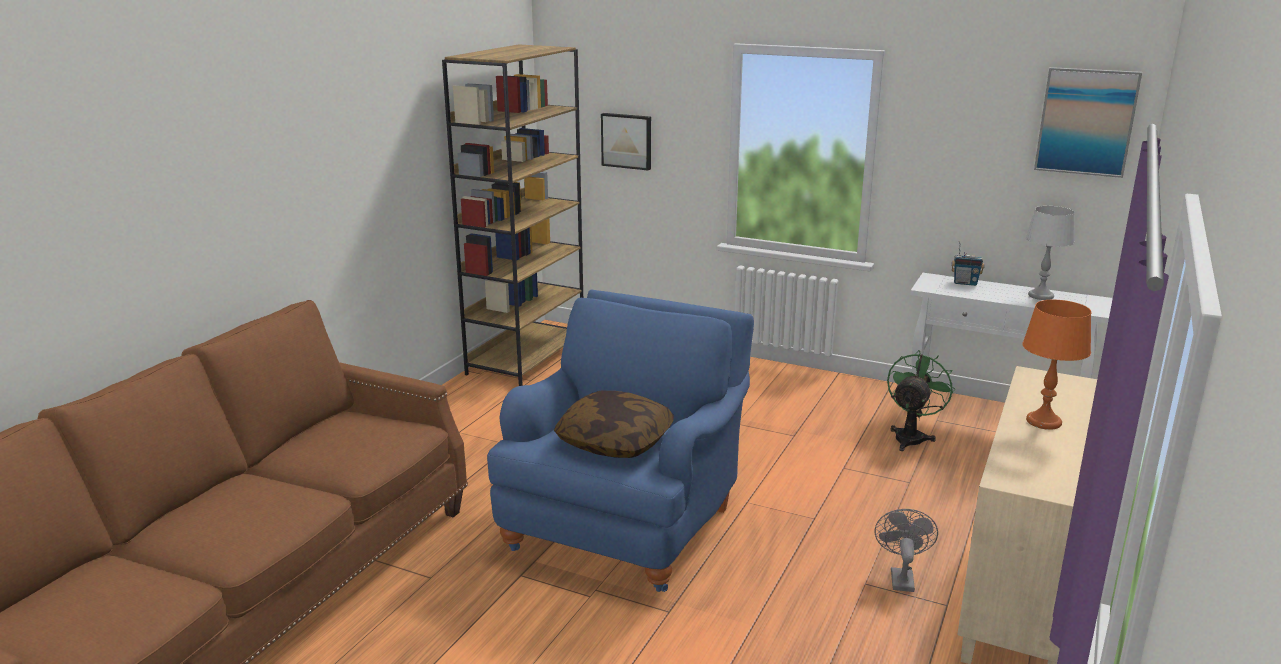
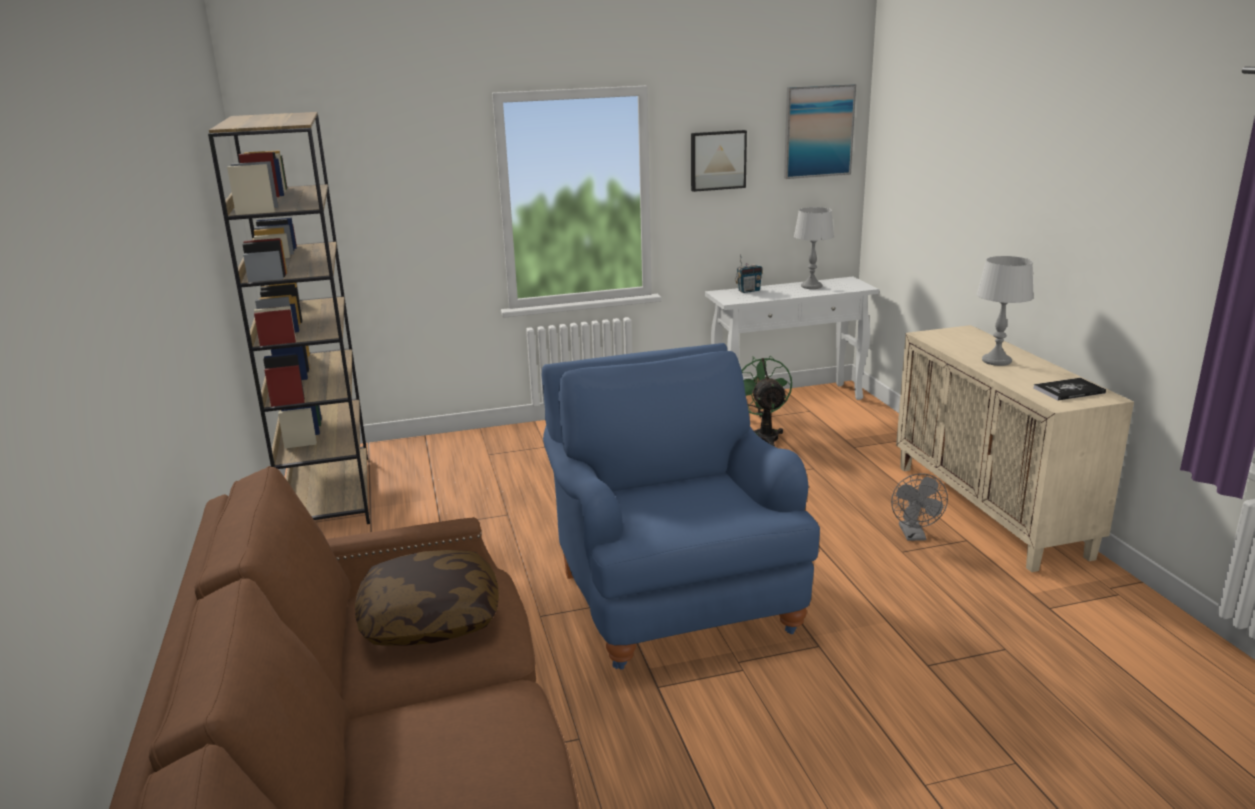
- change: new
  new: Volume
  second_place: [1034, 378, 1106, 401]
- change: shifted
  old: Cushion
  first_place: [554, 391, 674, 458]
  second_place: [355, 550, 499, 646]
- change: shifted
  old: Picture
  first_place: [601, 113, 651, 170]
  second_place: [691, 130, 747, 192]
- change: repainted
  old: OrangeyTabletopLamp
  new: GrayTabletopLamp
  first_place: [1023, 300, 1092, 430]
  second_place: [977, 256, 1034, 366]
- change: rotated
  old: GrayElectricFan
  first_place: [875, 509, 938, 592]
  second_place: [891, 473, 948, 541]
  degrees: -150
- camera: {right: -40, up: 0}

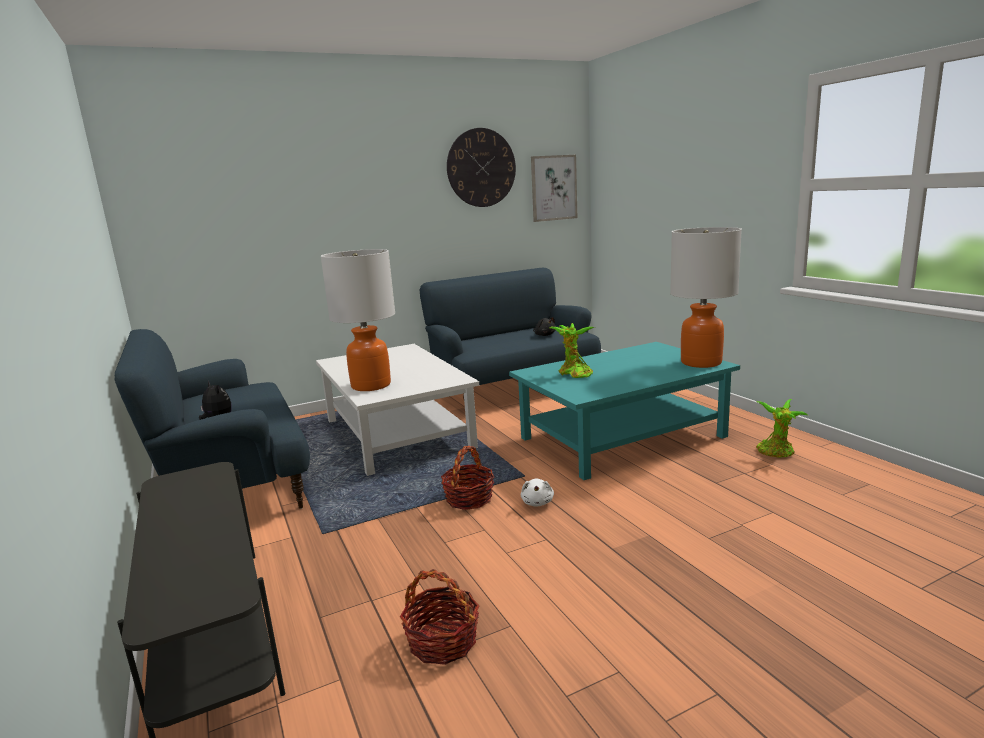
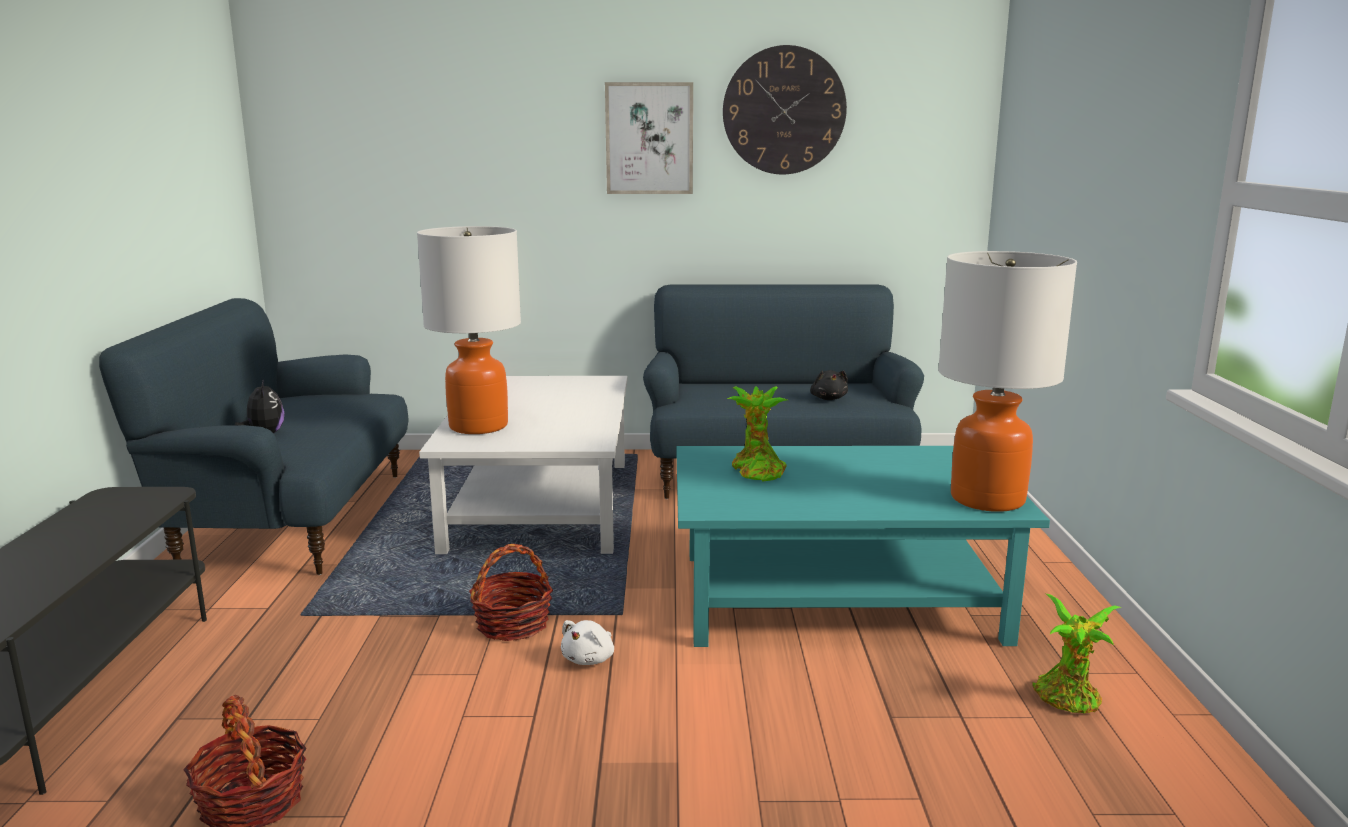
- change: shifted
  old: Picture
  first_place: [531, 155, 577, 222]
  second_place: [605, 82, 693, 194]
- camera: {right: 25, up: 0}

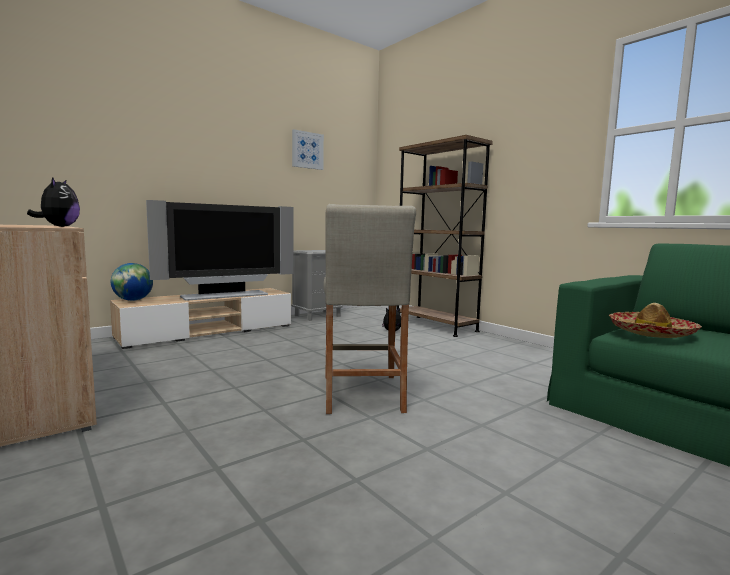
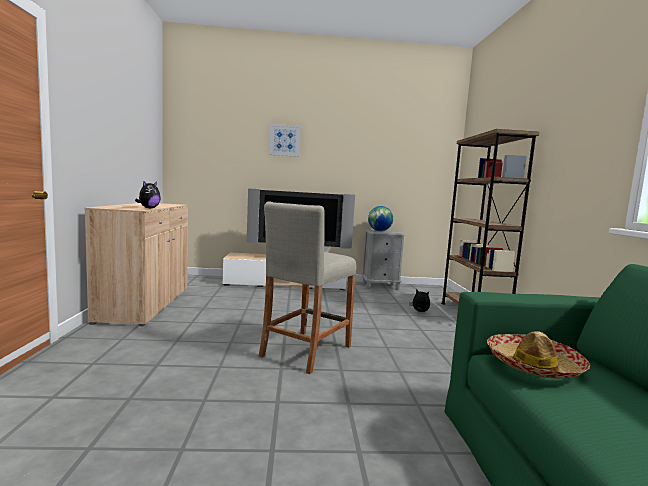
- change: shifted
  old: Globe
  first_place: [111, 263, 153, 301]
  second_place: [368, 206, 393, 231]
- change: shifted
  old: Picture
  first_place: [292, 129, 324, 170]
  second_place: [269, 124, 301, 157]
- camera: {right: 35, up: 0}

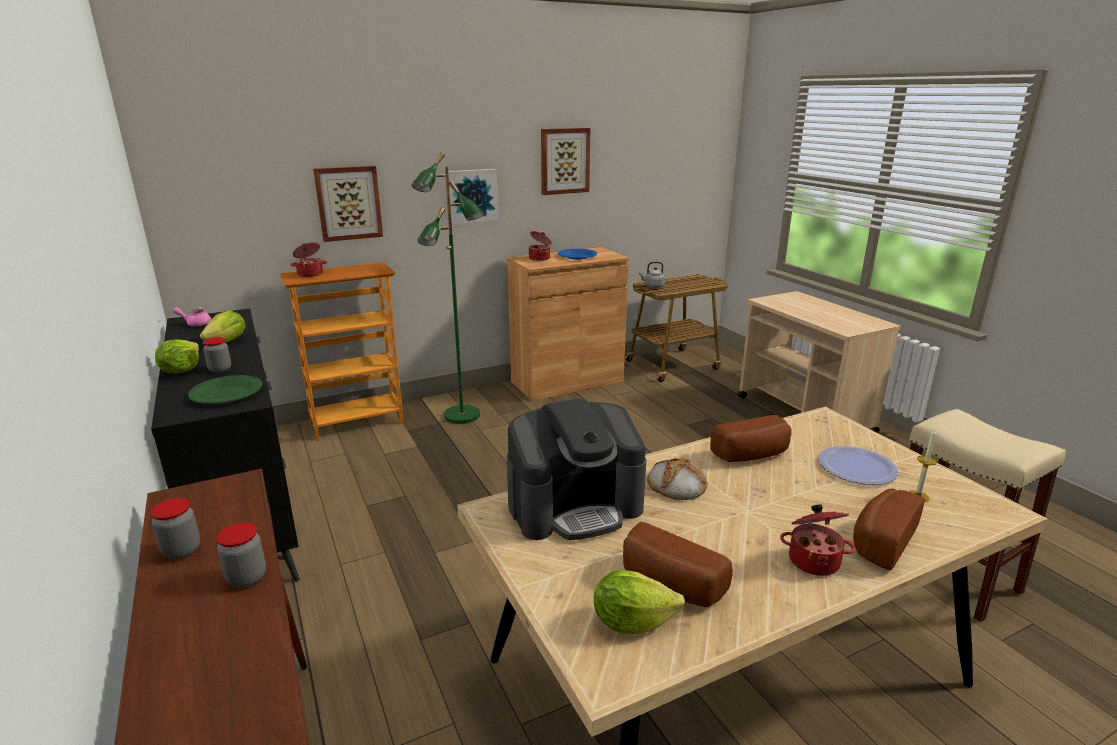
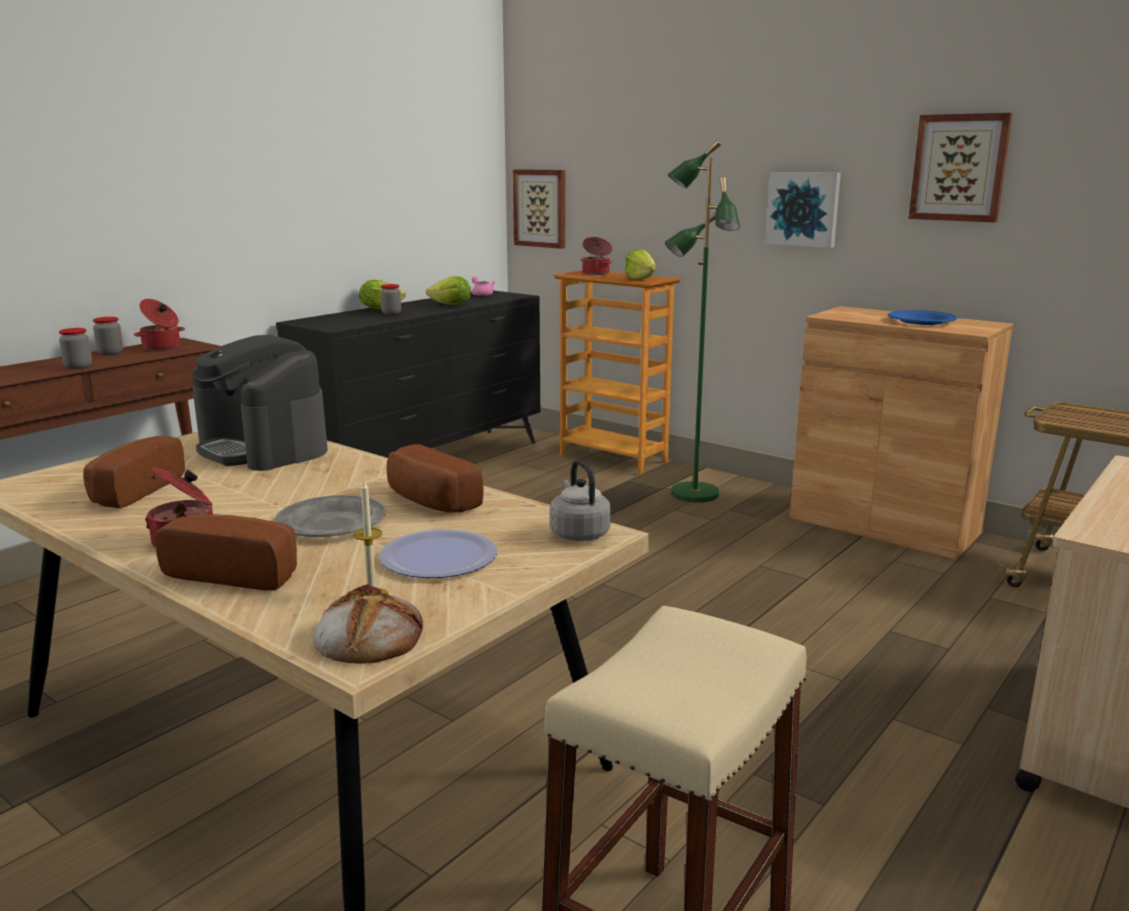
- change: gone
  old: GreenColouredDinnerPlate
  first_place: [188, 375, 262, 404]
- change: new
  new: GrayDinnerPlate
  second_place: [275, 495, 386, 537]
- change: shifted
  old: Picture
  first_place: [313, 166, 383, 242]
  second_place: [513, 169, 565, 249]
- change: shifted
  old: Stockpot
  first_place: [528, 231, 551, 261]
  second_place: [134, 299, 185, 351]
- change: shifted
  old: Lettuce
  first_place: [594, 570, 685, 634]
  second_place: [624, 249, 656, 280]
- change: shifted
  old: GrayKettle
  first_place: [639, 262, 665, 288]
  second_place: [550, 460, 611, 541]
- change: shifted
  old: BakeryBread
  first_place: [647, 458, 707, 500]
  second_place: [313, 584, 423, 664]
- camera: {right: 65, up: -5}

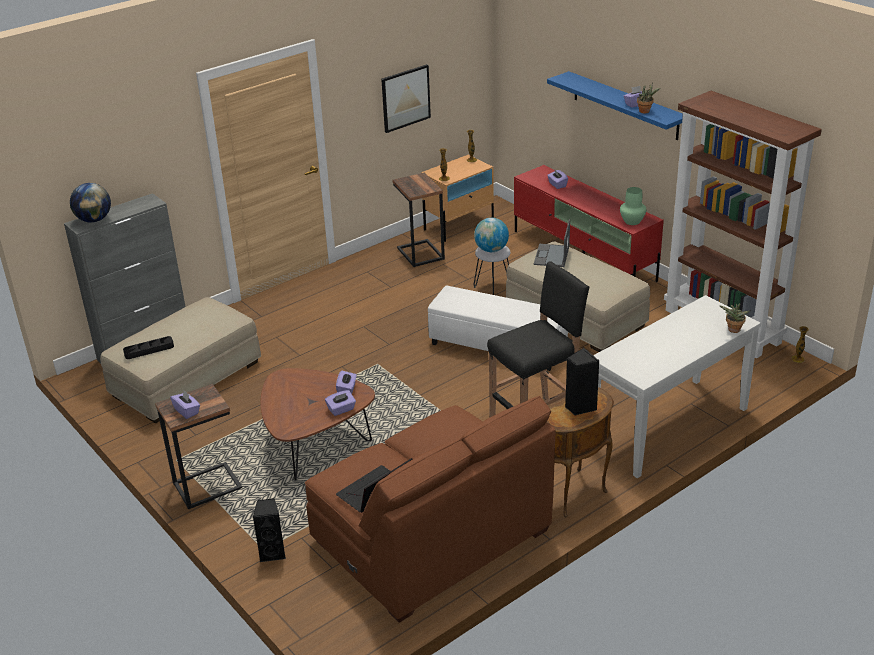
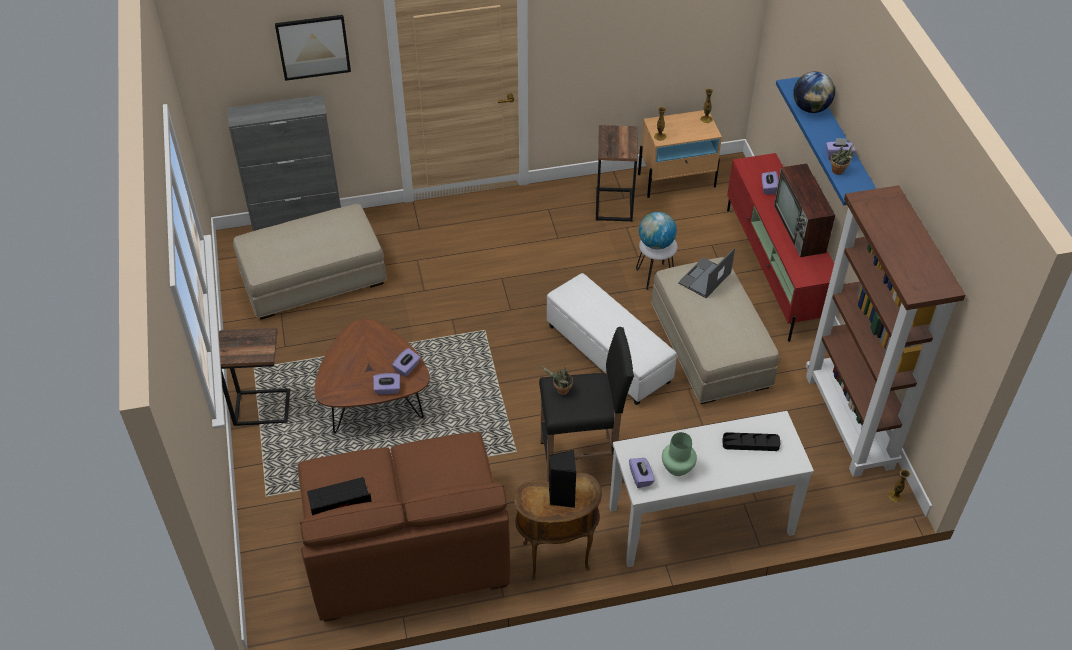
- change: gone
  old: BlackLoudspeaker
  first_place: [252, 498, 286, 562]
- change: new
  new: Television
  second_place: [774, 164, 835, 257]
- change: shifted
  old: Globe
  first_place: [70, 183, 111, 222]
  second_place: [793, 72, 835, 113]
- change: shifted
  old: BlackServingTray
  first_place: [123, 336, 174, 359]
  second_place: [722, 432, 780, 451]
- change: shifted
  old: PurplishBoxOfTissues
  first_place: [170, 391, 200, 419]
  second_place: [629, 458, 655, 488]
- change: shifted
  old: Picture
  first_place: [381, 64, 431, 133]
  second_place: [275, 15, 351, 81]
- change: shifted
  old: GreenColouredDecorativeVase
  first_place: [620, 187, 646, 225]
  second_place: [662, 432, 697, 476]
- change: shifted
  old: Houseplant
  first_place: [719, 303, 750, 333]
  second_place: [541, 366, 573, 395]
- camera: {right: 25, up: 15}

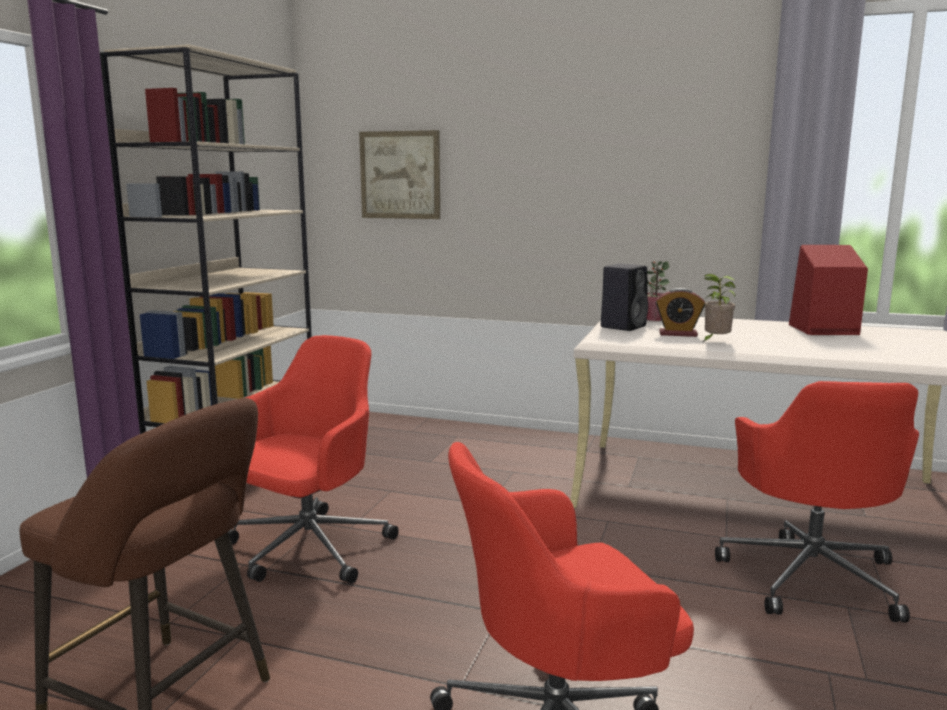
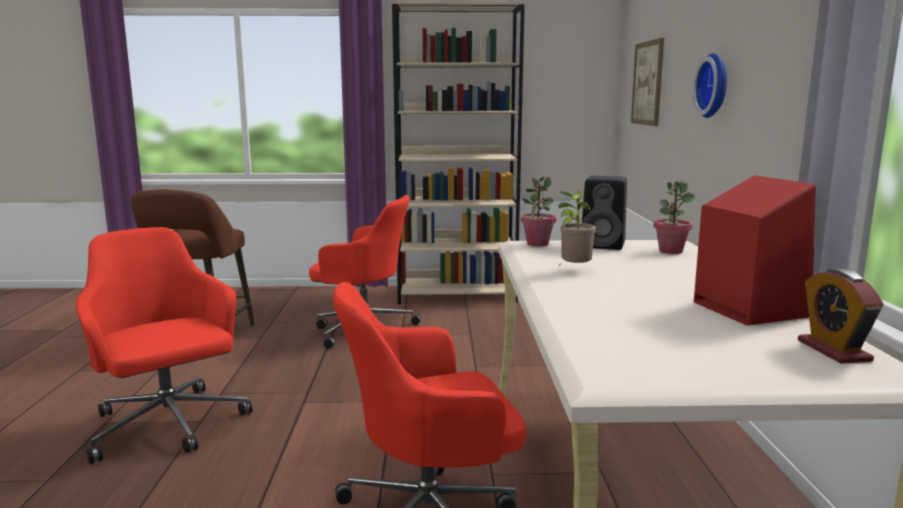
- change: new
  new: Houseplant
  second_place: [521, 177, 556, 246]
- change: new
  new: WallClock
  second_place: [693, 53, 727, 118]
- change: shifted
  old: TableClock
  first_place: [656, 288, 705, 337]
  second_place: [798, 268, 884, 364]
- camera: {right: 70, up: 0}

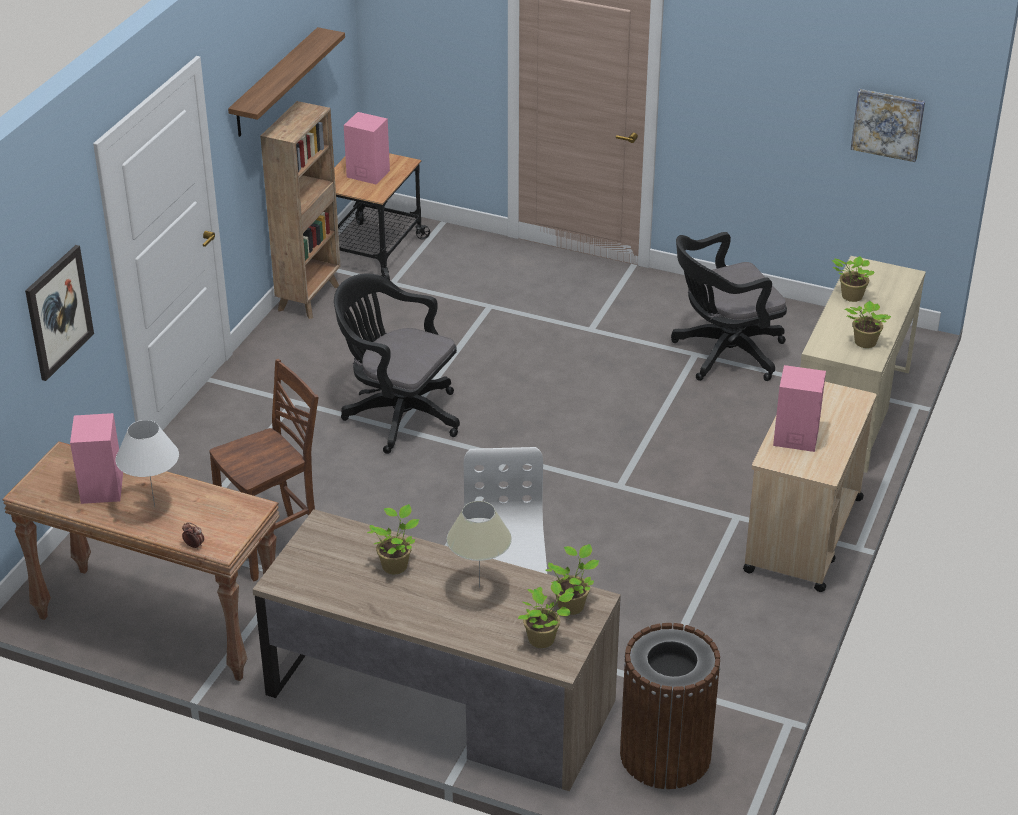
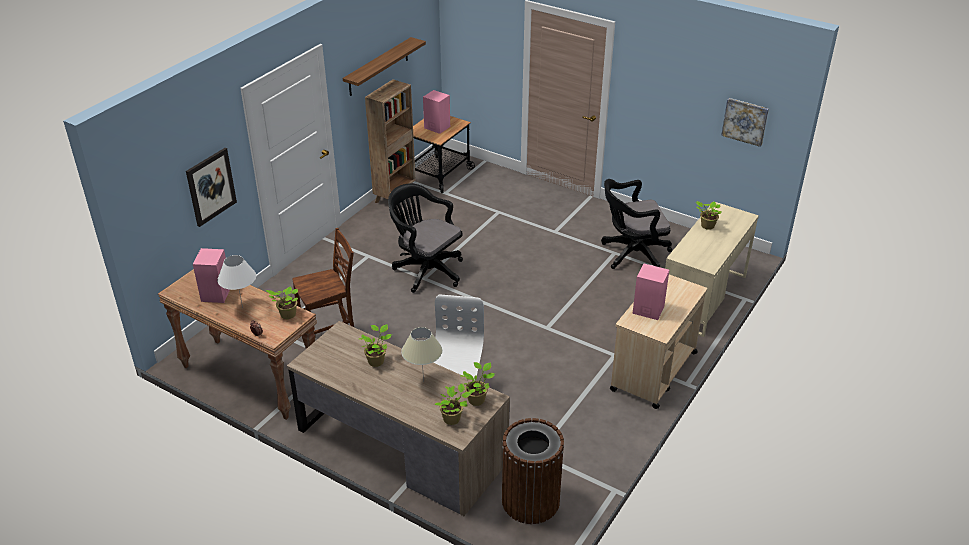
- change: shifted
  old: Houseplant
  first_place: [845, 301, 891, 348]
  second_place: [266, 286, 298, 319]
- camera: {right: 10, up: 0}

